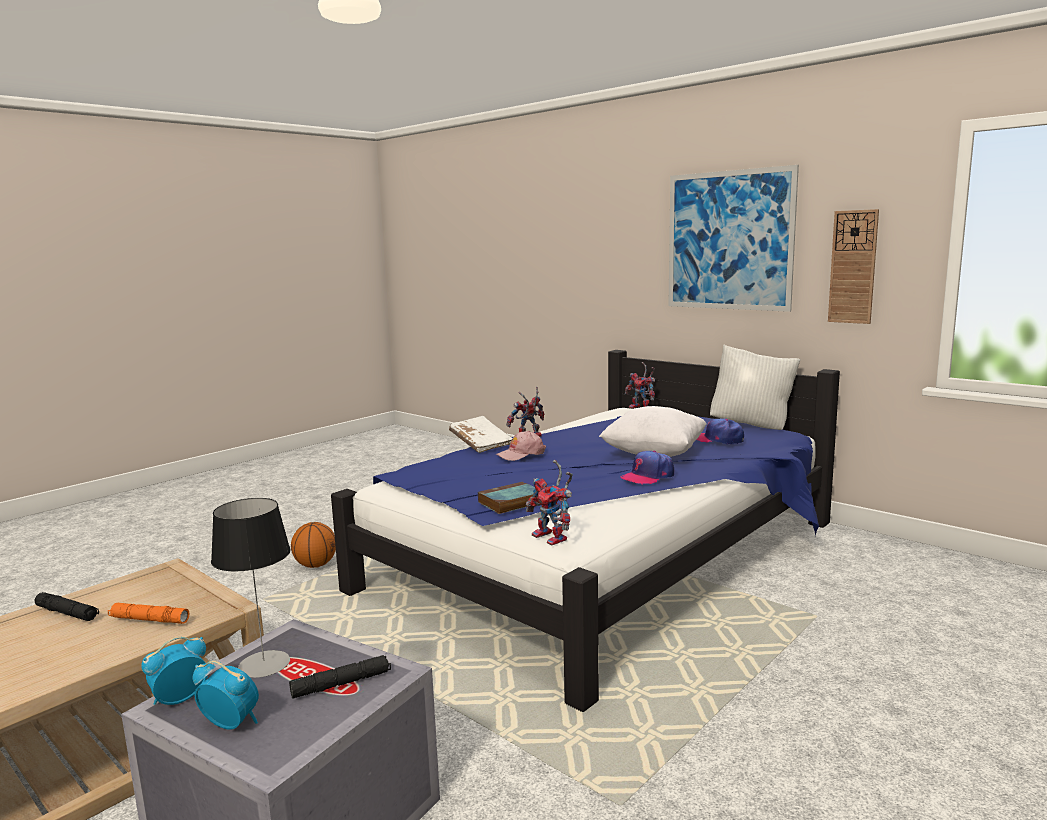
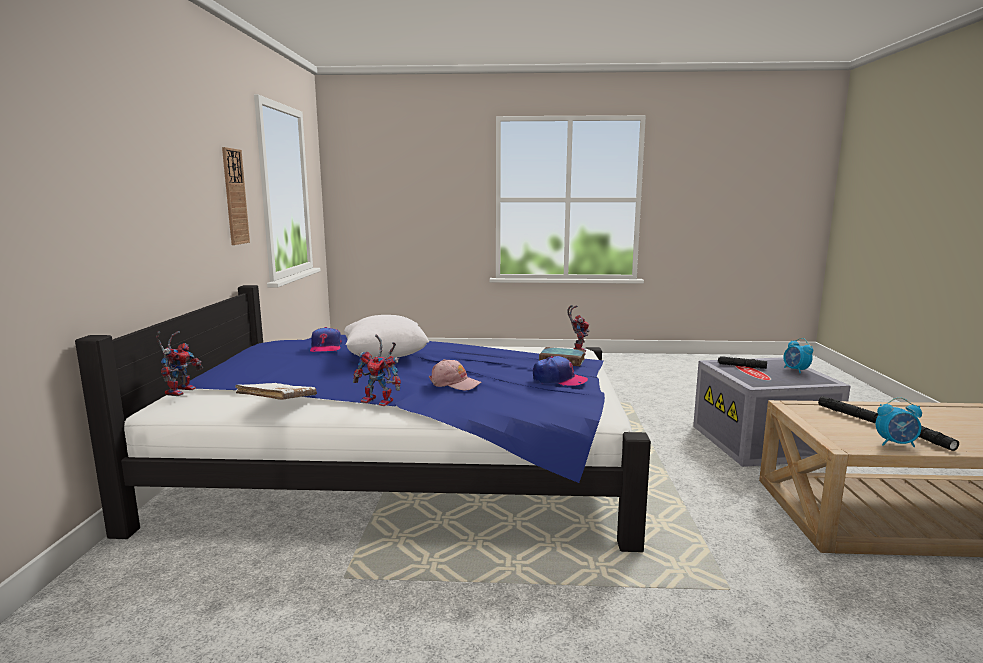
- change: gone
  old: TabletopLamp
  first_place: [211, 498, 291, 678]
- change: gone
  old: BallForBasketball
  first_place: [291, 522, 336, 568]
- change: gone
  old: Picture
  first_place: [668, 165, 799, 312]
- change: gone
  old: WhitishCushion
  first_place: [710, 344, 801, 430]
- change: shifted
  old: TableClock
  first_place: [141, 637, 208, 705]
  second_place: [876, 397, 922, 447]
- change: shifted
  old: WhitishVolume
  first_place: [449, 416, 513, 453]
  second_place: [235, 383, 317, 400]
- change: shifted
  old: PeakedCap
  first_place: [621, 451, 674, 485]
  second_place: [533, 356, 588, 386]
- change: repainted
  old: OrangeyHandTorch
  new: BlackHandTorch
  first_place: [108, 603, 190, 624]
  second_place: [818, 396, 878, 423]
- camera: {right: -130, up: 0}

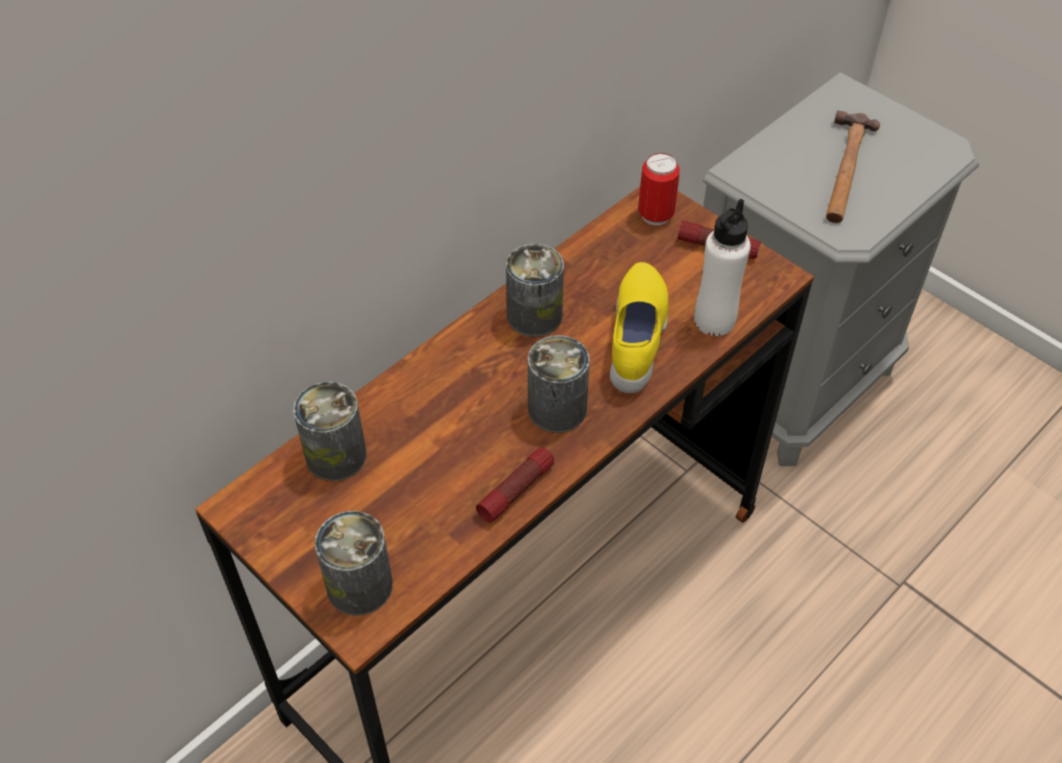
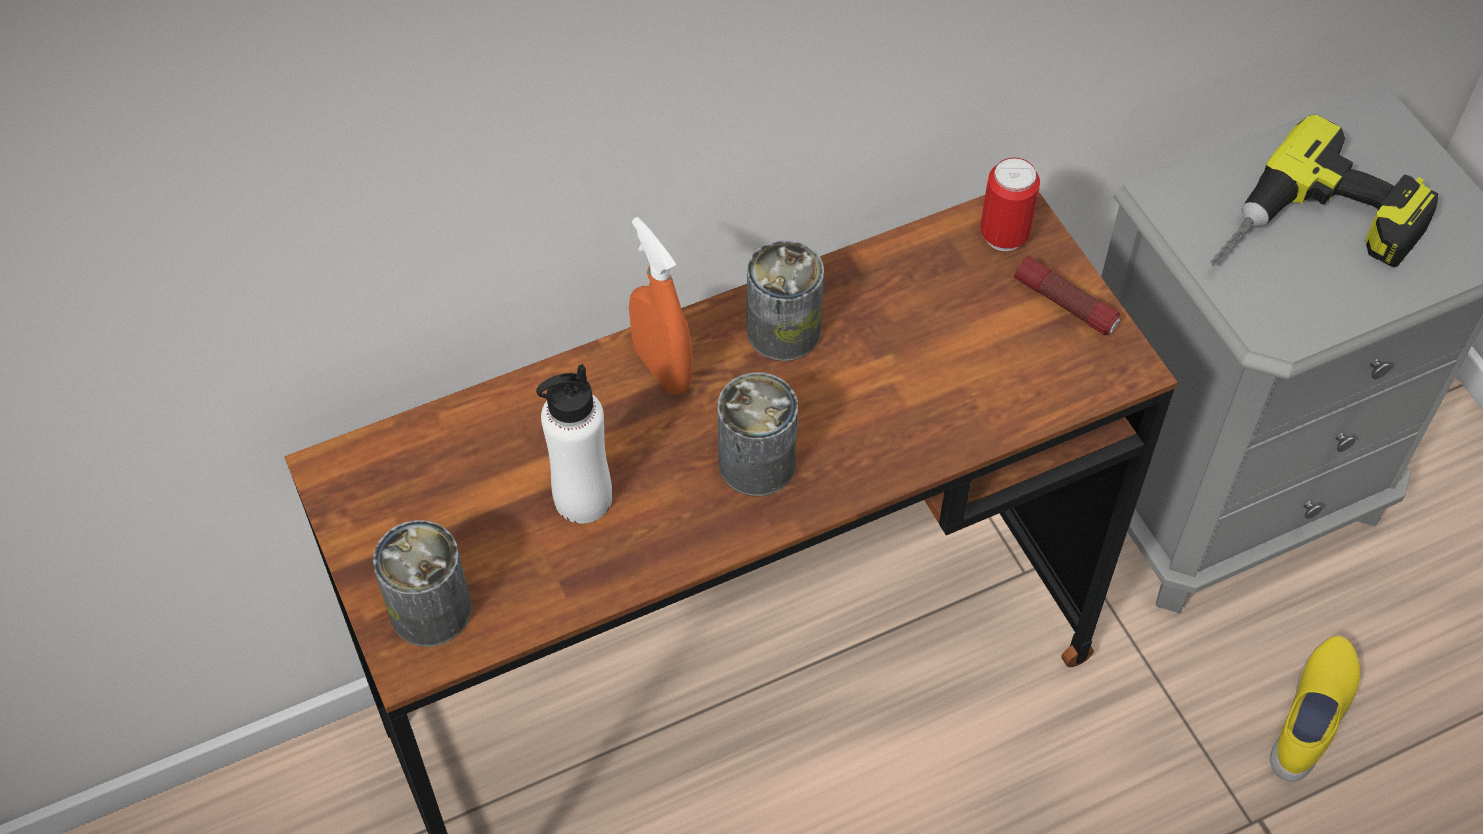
- change: gone
  old: Can
  first_place: [293, 382, 367, 481]
- change: gone
  old: HandTorch
  first_place: [476, 448, 554, 523]
- change: new
  new: OrangeySprayer
  second_place: [629, 217, 693, 395]
- change: shifted
  old: YellowShoe
  first_place: [610, 262, 669, 393]
  second_place: [1270, 635, 1360, 782]
- change: shifted
  old: WhitishBottle
  first_place: [694, 199, 751, 336]
  second_place: [536, 364, 612, 524]
- change: swapped
  old: Hammer
  new: Drill
  first_place: [826, 110, 880, 223]
  second_place: [1210, 115, 1438, 267]
- camera: {right: 20, up: 5}

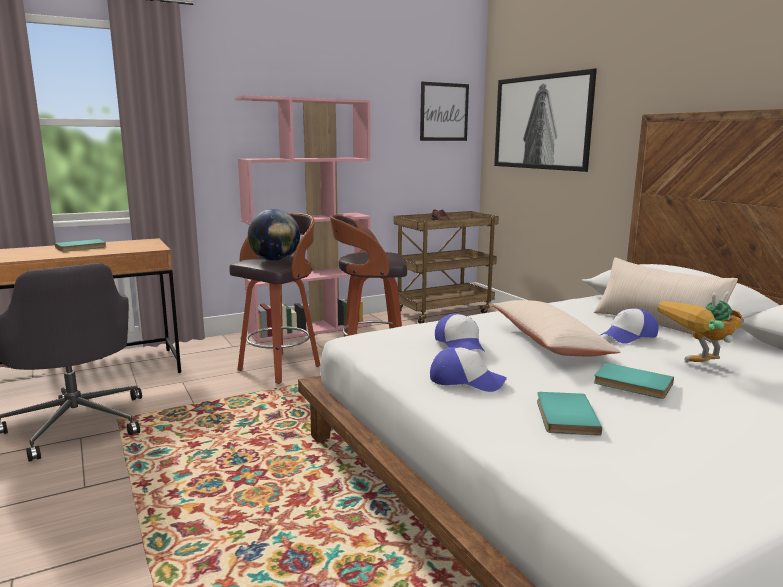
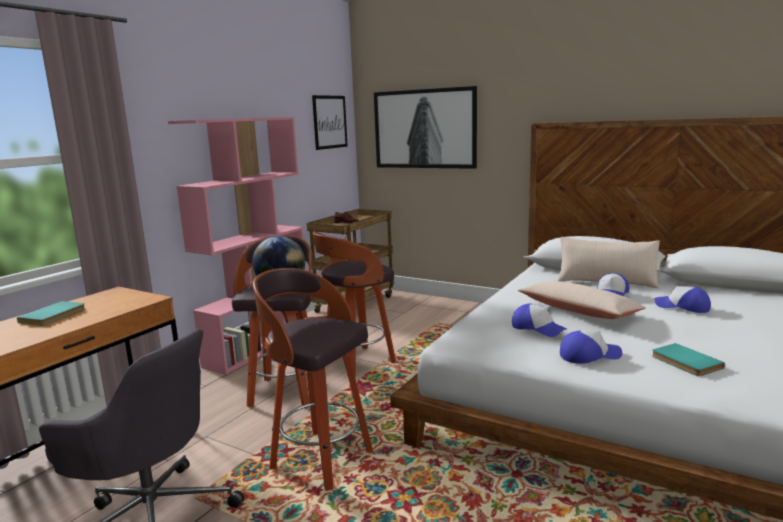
- change: gone
  old: TurquoiseVolume
  first_place: [594, 363, 674, 399]
- change: new
  new: StoolSeat
  second_place: [253, 268, 373, 491]
- change: swapped
  old: ToyRobot
  new: PeakedCap
  first_place: [657, 291, 744, 363]
  second_place: [655, 286, 711, 313]
- camera: {right: -30, up: 0}

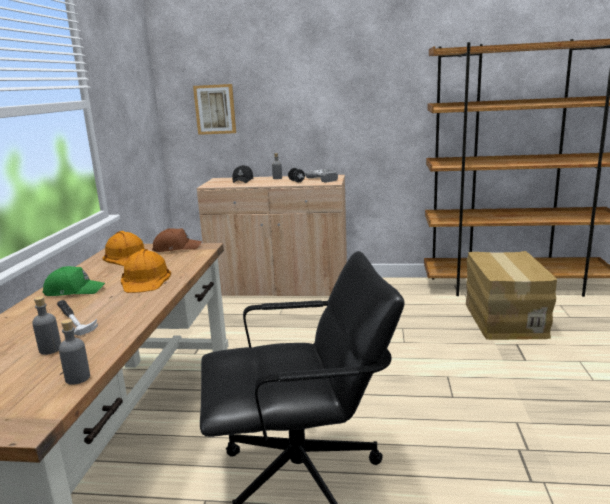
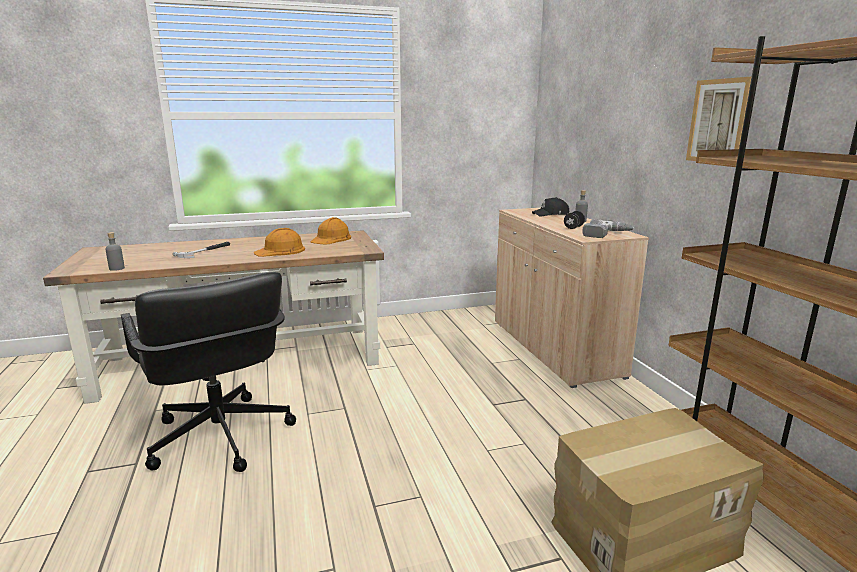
- change: gone
  old: GrayBottle
  first_place: [32, 296, 61, 355]
- change: gone
  old: GreenColouredPeakedCap
  first_place: [43, 266, 105, 296]
- change: gone
  old: BrownColouredPeakedCap
  first_place: [152, 228, 202, 252]
- change: shifted
  old: Picture
  first_place: [193, 84, 236, 135]
  second_place: [686, 77, 751, 161]
- camera: {right: 65, up: 0}

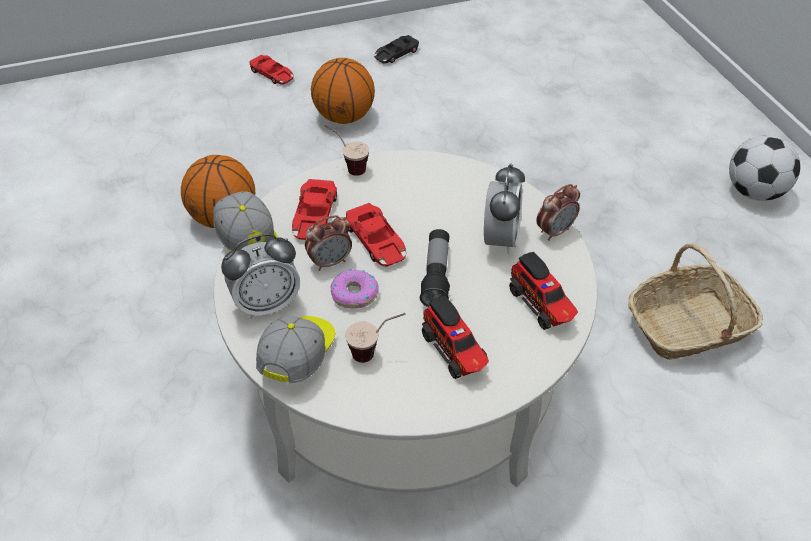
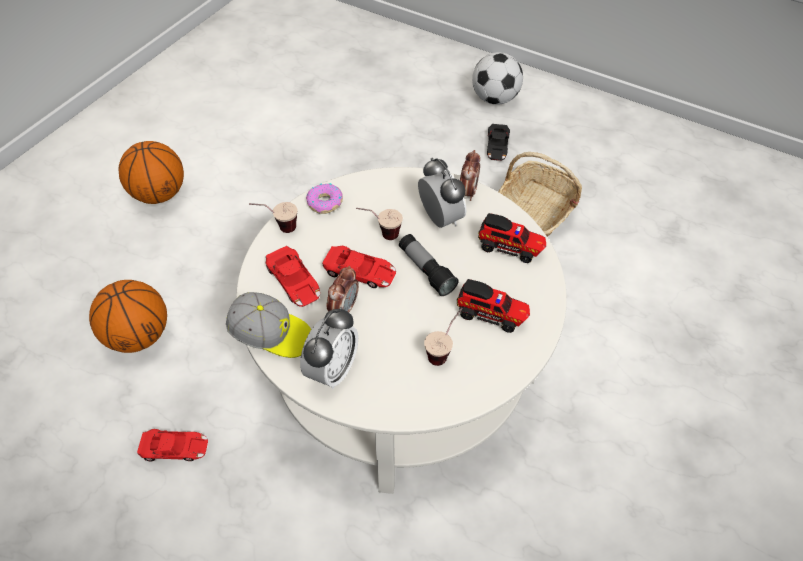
- change: gone
  old: PeakedCap
  first_place: [256, 316, 335, 383]
- change: new
  new: SmallCup
  second_place: [356, 208, 403, 240]
- change: shifted
  old: RedMiniatureCar
  first_place: [249, 55, 294, 85]
  second_place: [137, 429, 208, 461]
- change: shifted
  old: RingDoughnut
  first_place: [331, 269, 379, 308]
  second_place: [306, 183, 343, 214]
- change: shifted
  old: BlackMiniatureCar
  first_place: [374, 35, 419, 64]
  second_place: [487, 124, 510, 161]
- camera: {right: -40, up: 5}

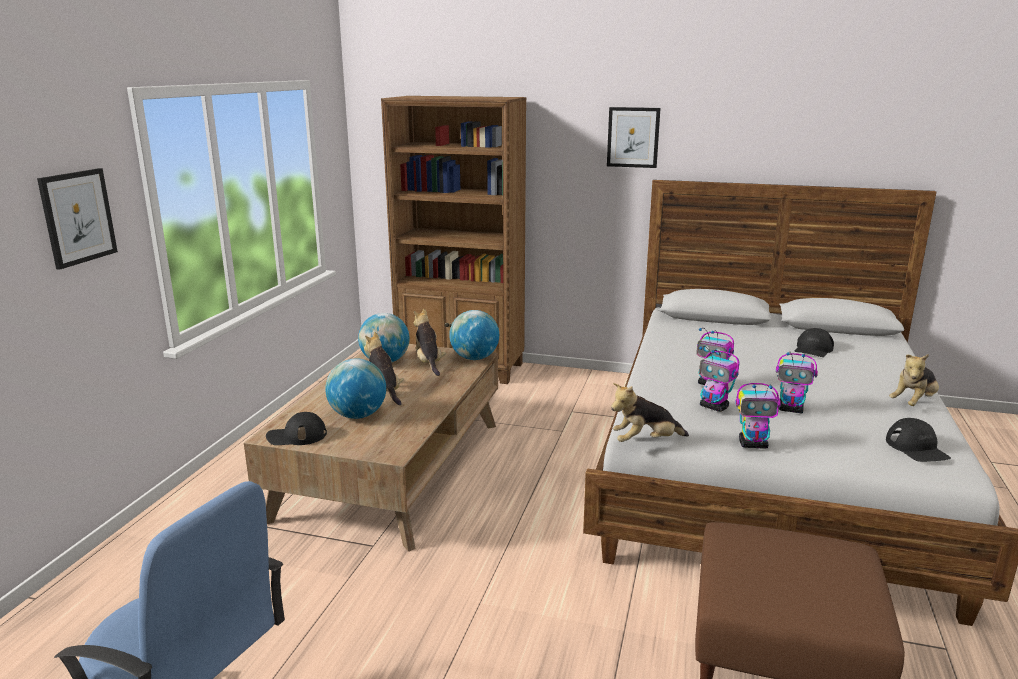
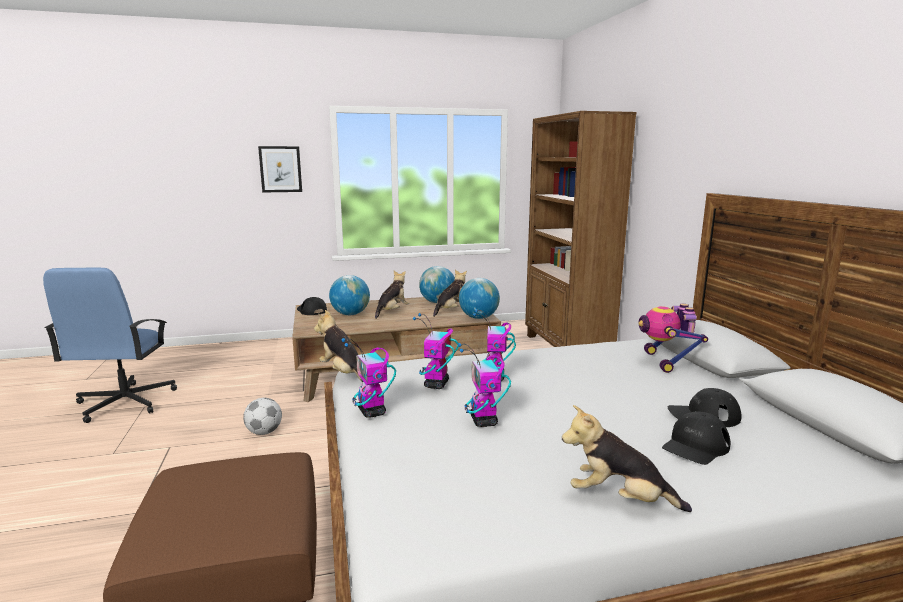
- change: gone
  old: Picture
  first_place: [607, 107, 661, 168]
- change: new
  new: BallForFootball
  second_place: [243, 398, 282, 435]
- change: new
  new: ToyRobot
  second_place: [639, 304, 708, 373]
- change: shifted
  old: BlackPeakedCap
  first_place: [886, 418, 951, 462]
  second_place: [662, 411, 730, 465]
- camera: {right: 60, up: -5}

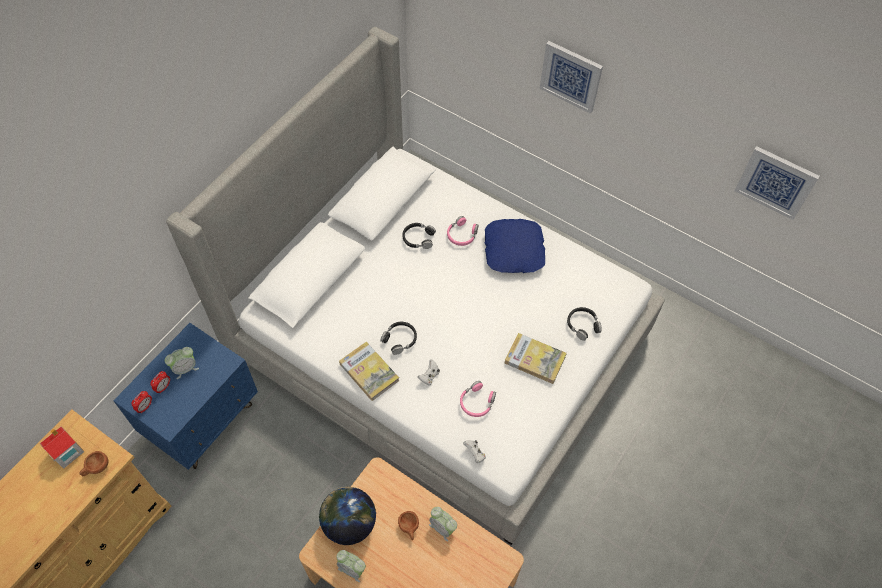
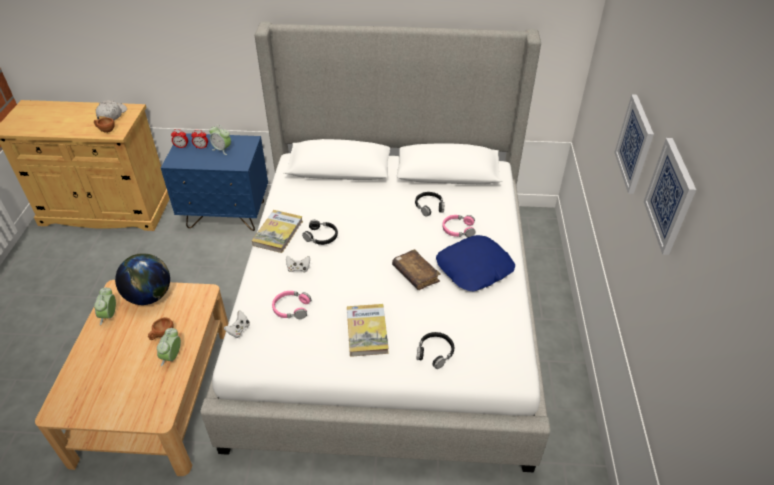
- change: new
  new: BrownColouredVolume
  second_place: [392, 249, 441, 290]
- change: shifted
  old: Picture
  first_place: [735, 146, 820, 220]
  second_place: [644, 138, 696, 255]
- change: swapped
  old: MiniatureHouse
  new: WhitishPeakedCap
  first_place: [40, 426, 85, 469]
  second_place: [96, 100, 127, 120]
- camera: {right: 60, up: -15}

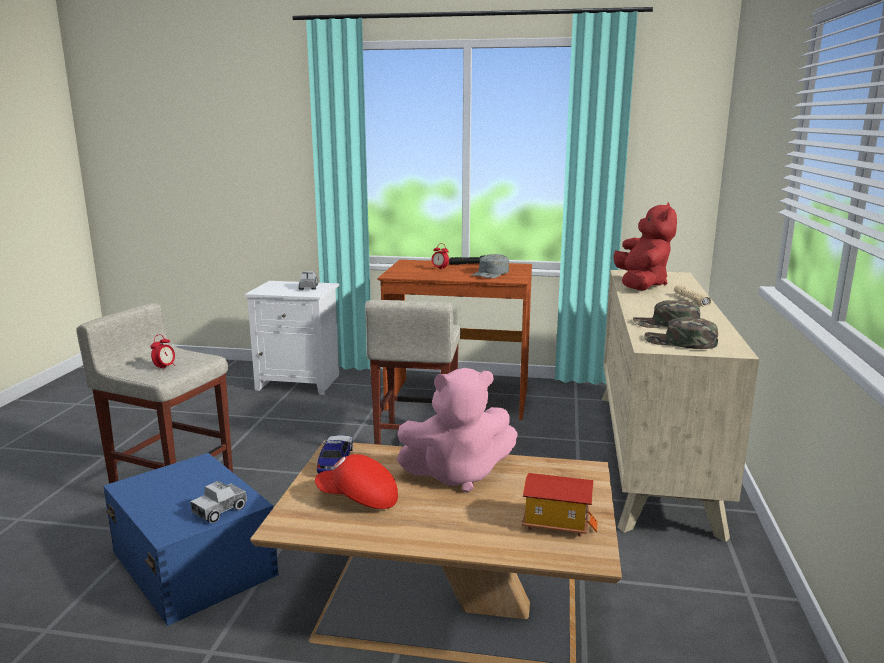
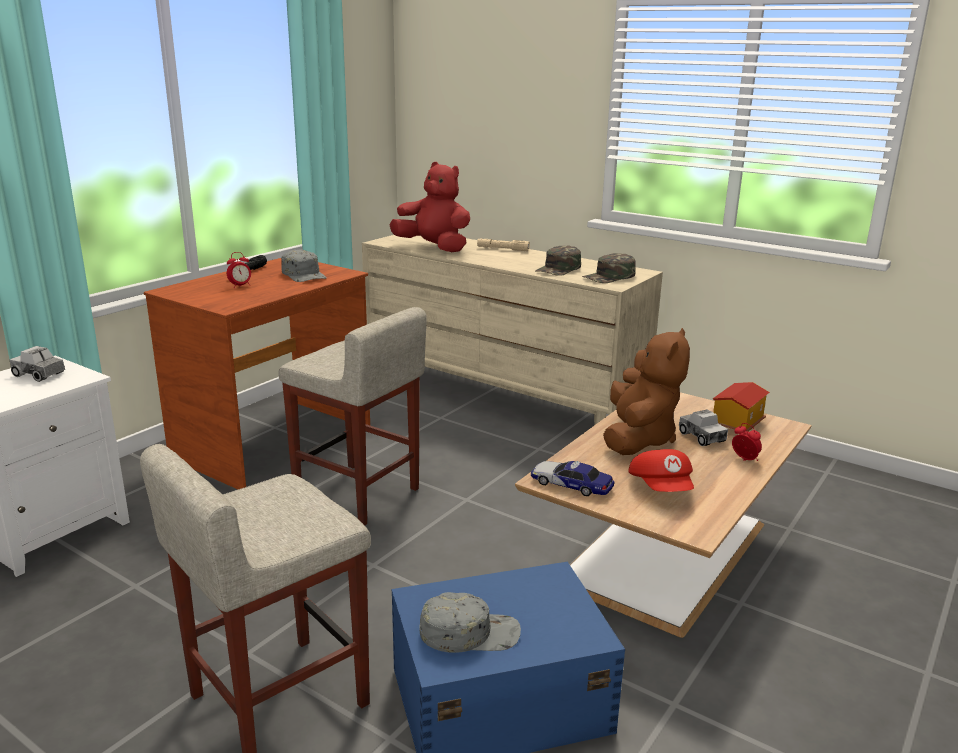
- change: new
  new: GrayPeakedCap
  second_place: [419, 592, 521, 653]
- change: shifted
  old: TableClock
  first_place: [150, 334, 175, 371]
  second_place: [732, 423, 762, 461]
- change: shifted
  old: ToyLorry
  first_place: [191, 481, 247, 523]
  second_place: [679, 409, 728, 446]
- change: repainted
  old: PinkPlushToy
  new: BrownColouredPlushToy
  first_place: [396, 368, 518, 493]
  second_place: [603, 328, 690, 455]
- change: rotated
  old: RedPeakedCap
  first_place: [315, 454, 398, 509]
  second_place: [628, 449, 694, 492]
  degrees: -45
- camera: {right: -65, up: 5}

